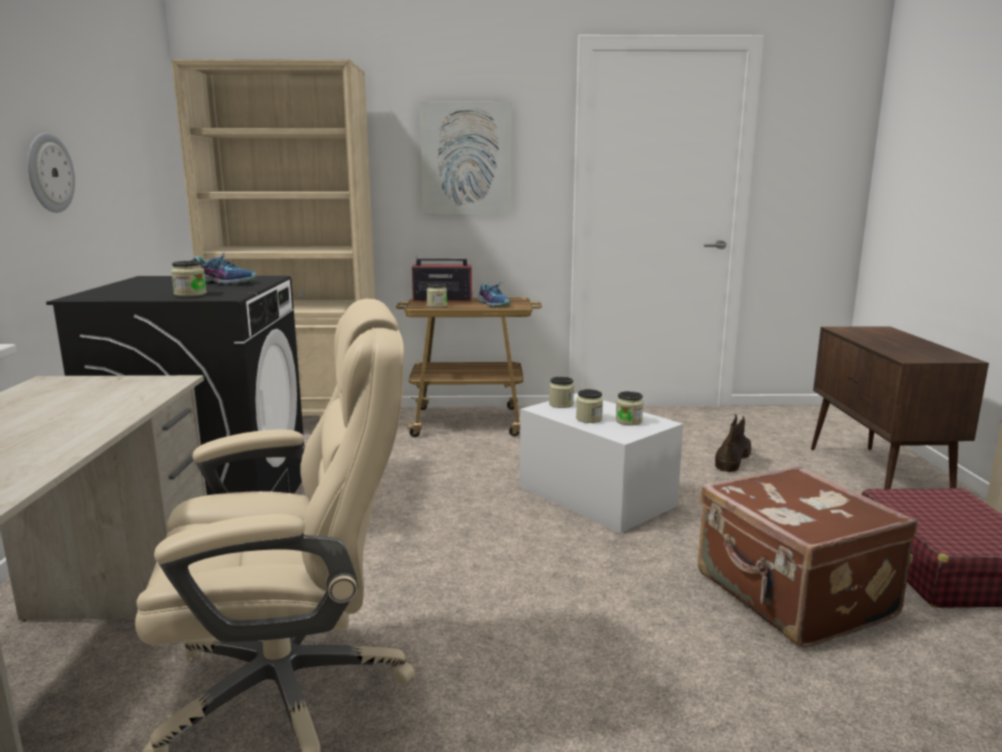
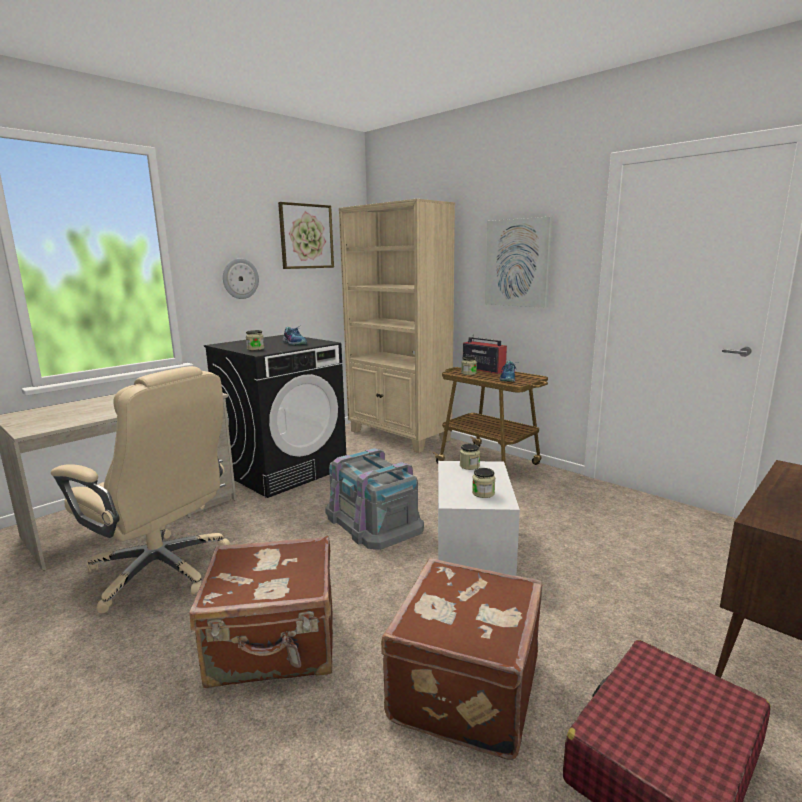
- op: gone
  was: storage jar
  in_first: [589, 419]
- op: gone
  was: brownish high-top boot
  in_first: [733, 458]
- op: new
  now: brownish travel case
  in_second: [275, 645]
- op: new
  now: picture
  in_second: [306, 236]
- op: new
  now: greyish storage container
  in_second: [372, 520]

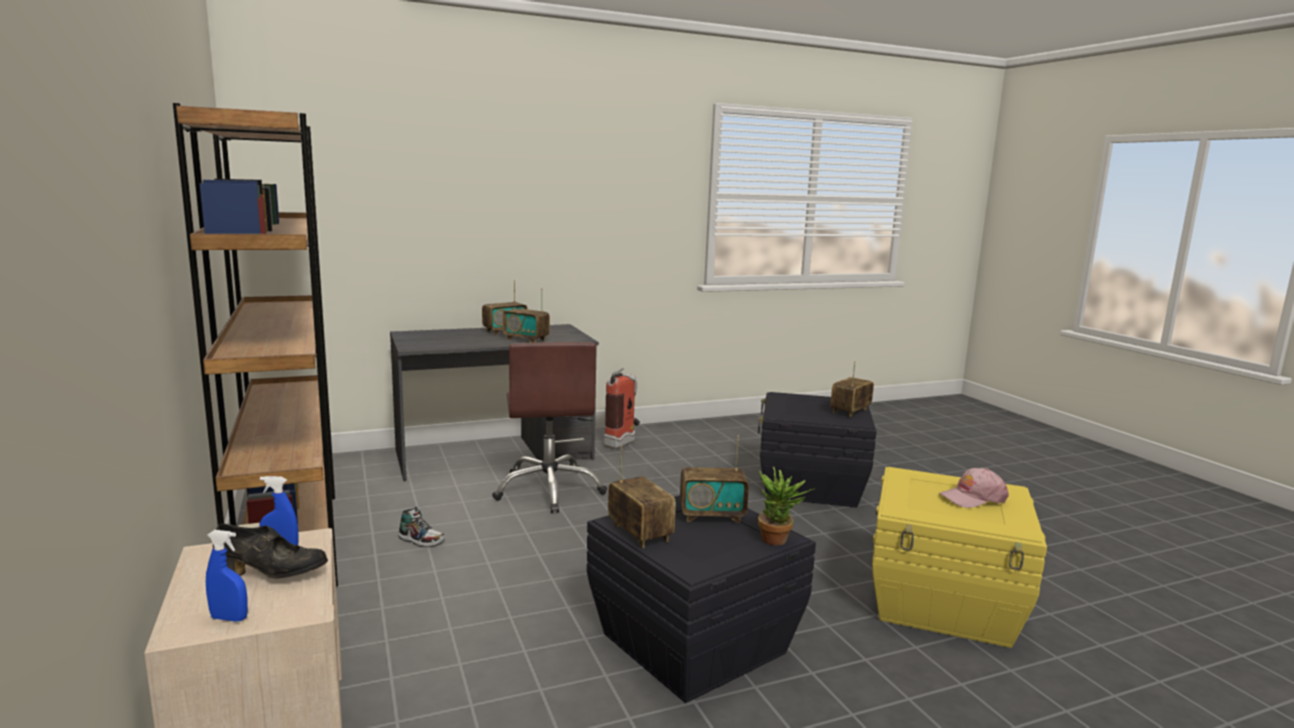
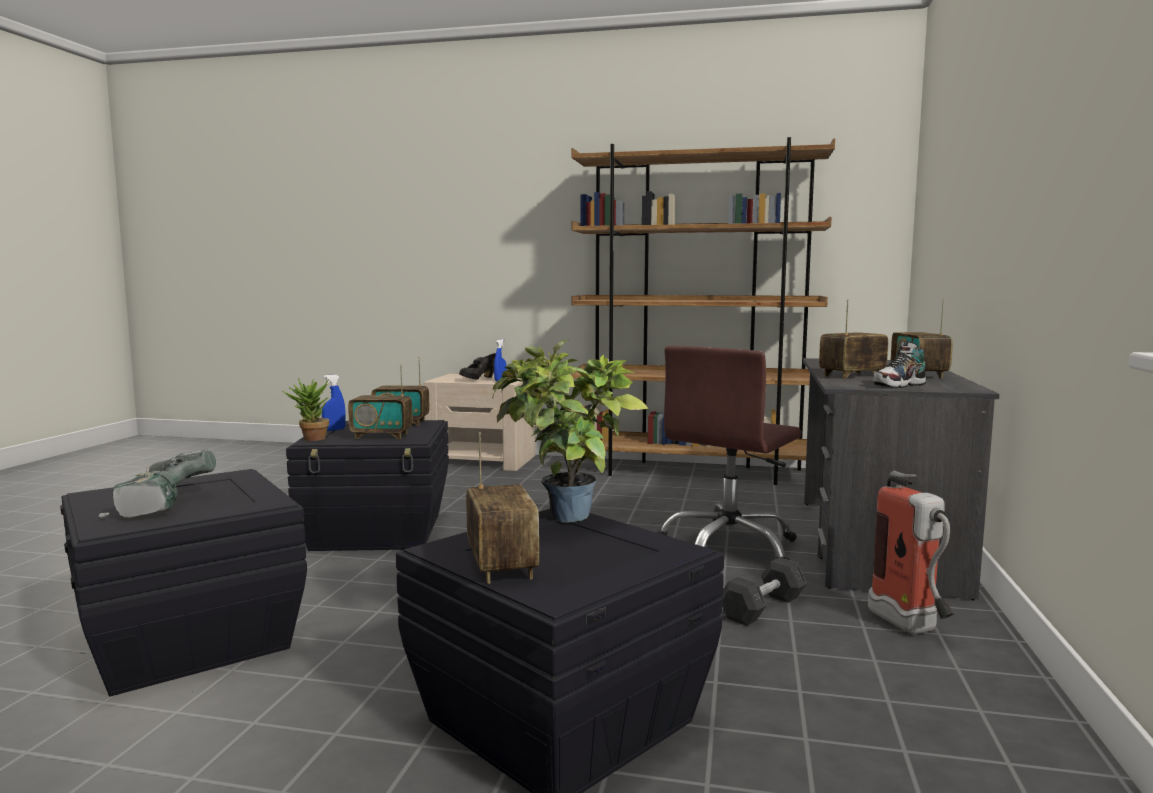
- op: shifted
  was: blue spray bottle
  in_first: [229, 618]
  in_second: [334, 430]
- op: shifted
  was: low shoe
  in_first: [421, 540]
  in_second: [899, 385]
- op: rotated
  was: brownish office chair
  in_first: [549, 489]
  in_second: [729, 547]
  clockwise: -75
- op: rotated
  was: radio receiver
  in_first: [712, 515]
  in_second: [381, 436]
  clockwise: -120
- op: repainted
  was: yellow-coloured storage container
  now: black storage container
  in_first: [944, 604]
  in_second: [187, 640]
- op: swapped
  was: pinkish baseball cap
  now: drill
  in_first: [973, 498]
  in_second: [158, 504]
- op: new
  now: potted plant
  in_second: [564, 520]
- op: new
  now: greyish hand weight
  in_second: [763, 608]

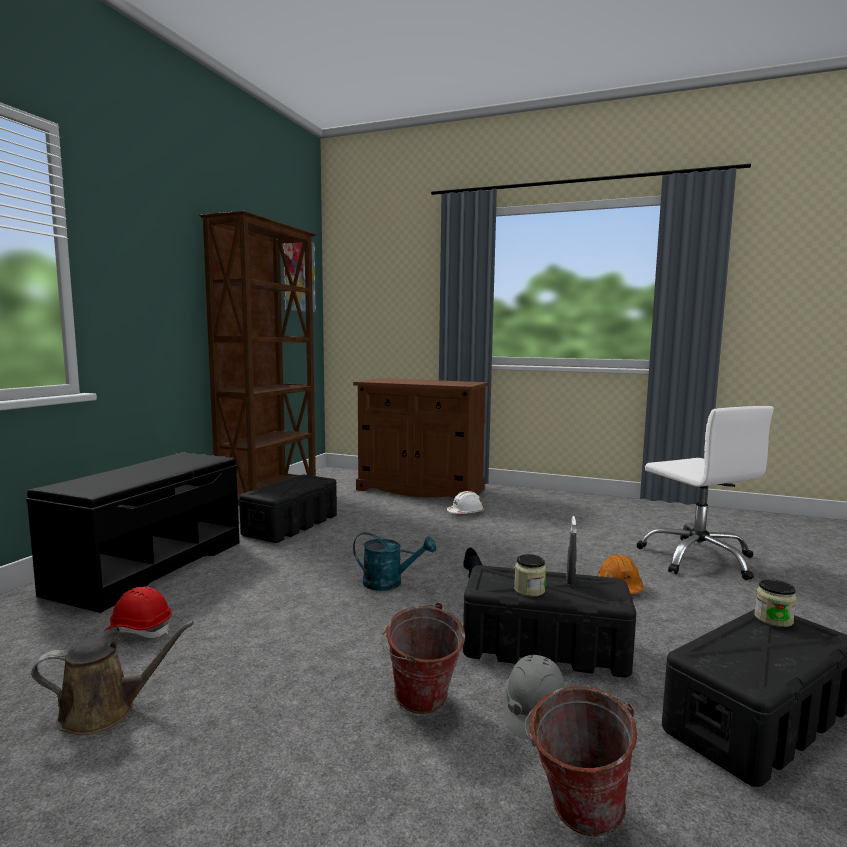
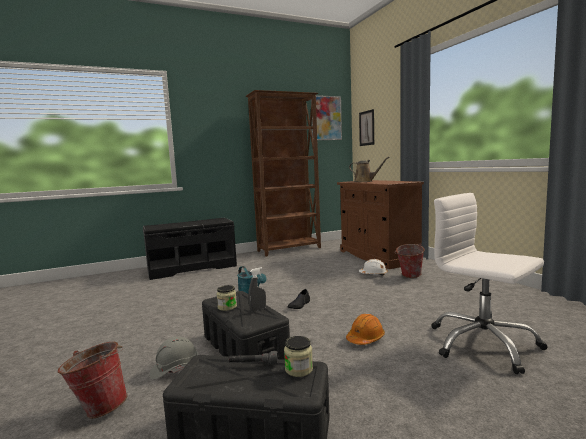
- op: shifted
  was: brownish watering pot
  in_first: [105, 711]
  in_second: [365, 181]
- op: gone
  was: reddish work helmet
  in_first: [139, 629]
- op: gone
  was: black storage container
  in_first: [291, 525]
- op: shifted
  was: pail
  in_first: [421, 706]
  in_second: [409, 276]
- op: rotated
  was: white office chair
  in_first: [698, 558]
  in_second: [482, 344]
  clockwise: 120
- op: new
  now: greyish flashlight
  in_second: [253, 363]
- op: new
  now: picture
  in_second: [367, 128]

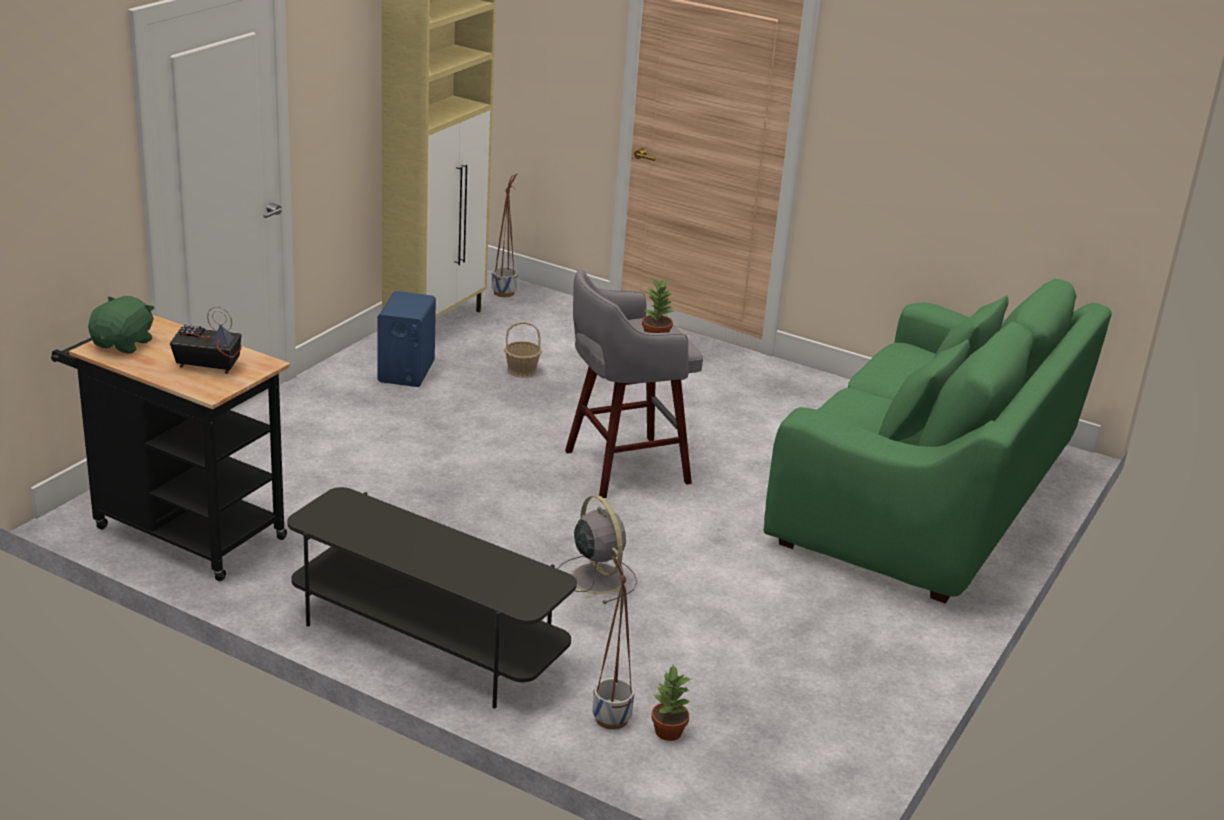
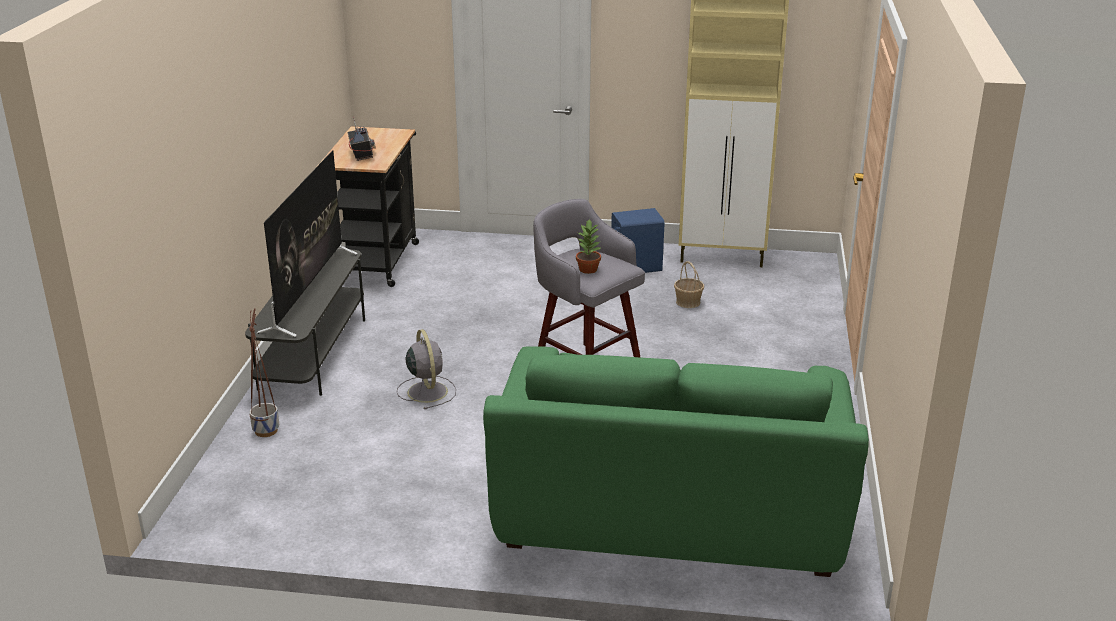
- op: gone
  was: greenish cuddly toy
  in_first: [124, 344]
- op: gone
  was: plant pot
  in_first: [503, 293]
- op: rotated
  was: greyish fan
  in_first: [596, 577]
  in_second: [427, 391]
  clockwise: -60
- op: gone
  was: potted plant
  in_first: [668, 732]
- op: new
  now: TV set
  in_second: [309, 291]

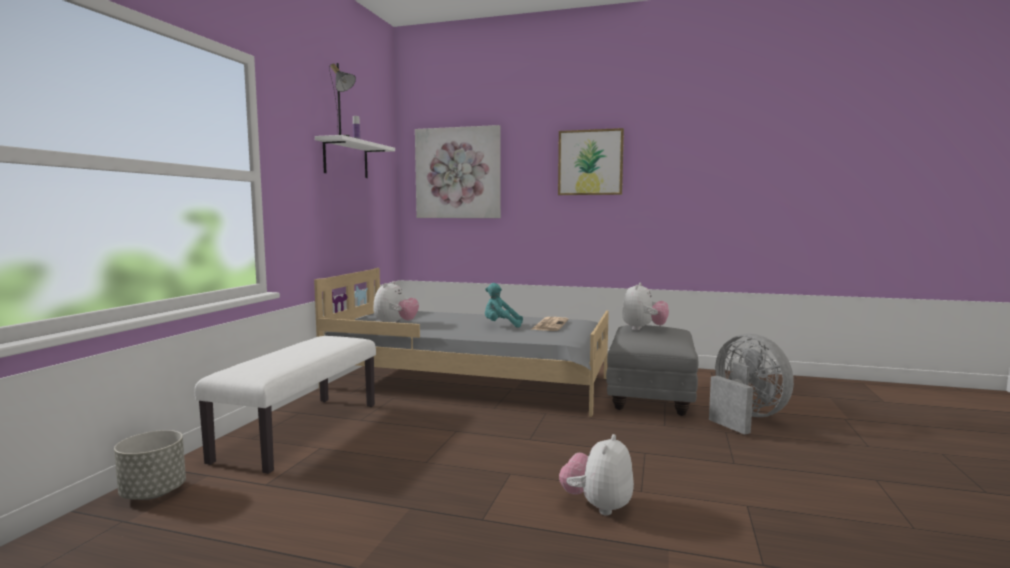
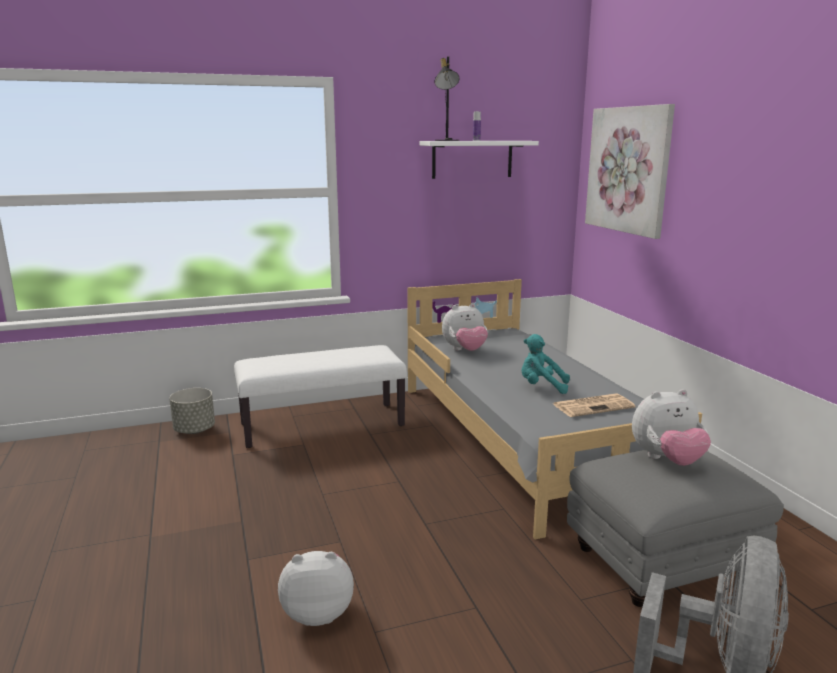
- op: rotated
  was: turquoise-coloured cuddly toy
  in_first: [501, 325]
  in_second: [541, 387]
  clockwise: -45
- op: gone
  was: picture
  in_first: [590, 162]

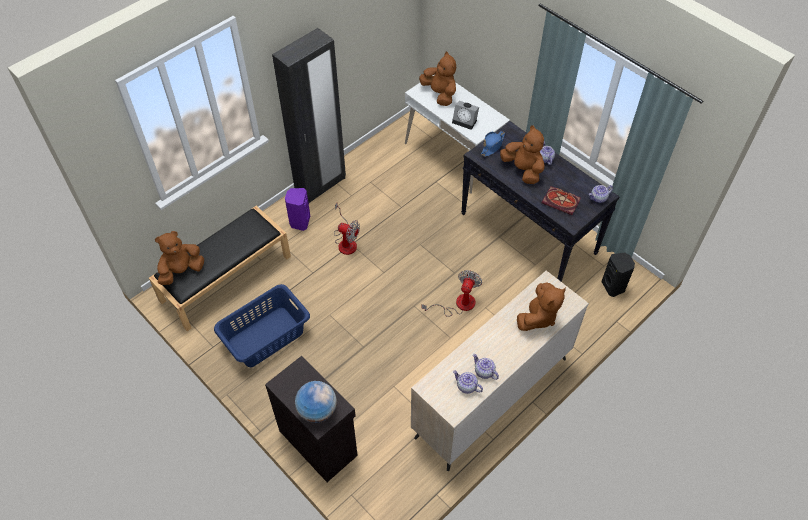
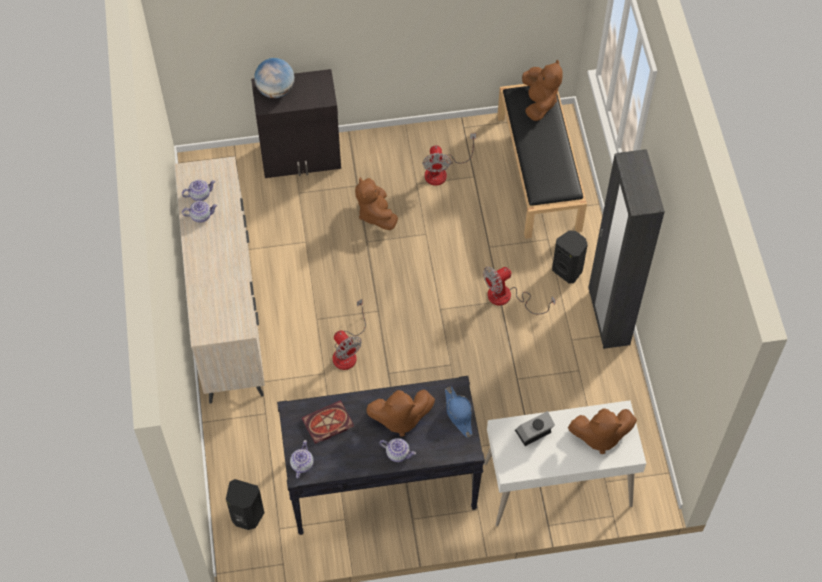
- op: swapped
  was: blue laundry basket
  now: fan
  in_first: [265, 337]
  in_second: [442, 171]
- op: repainted
  was: purple-coloured speaker
  now: black speaker
  in_first: [299, 222]
  in_second: [568, 270]
- op: shifted
  was: brownish cuddly toy
  in_first: [538, 317]
  in_second: [375, 214]

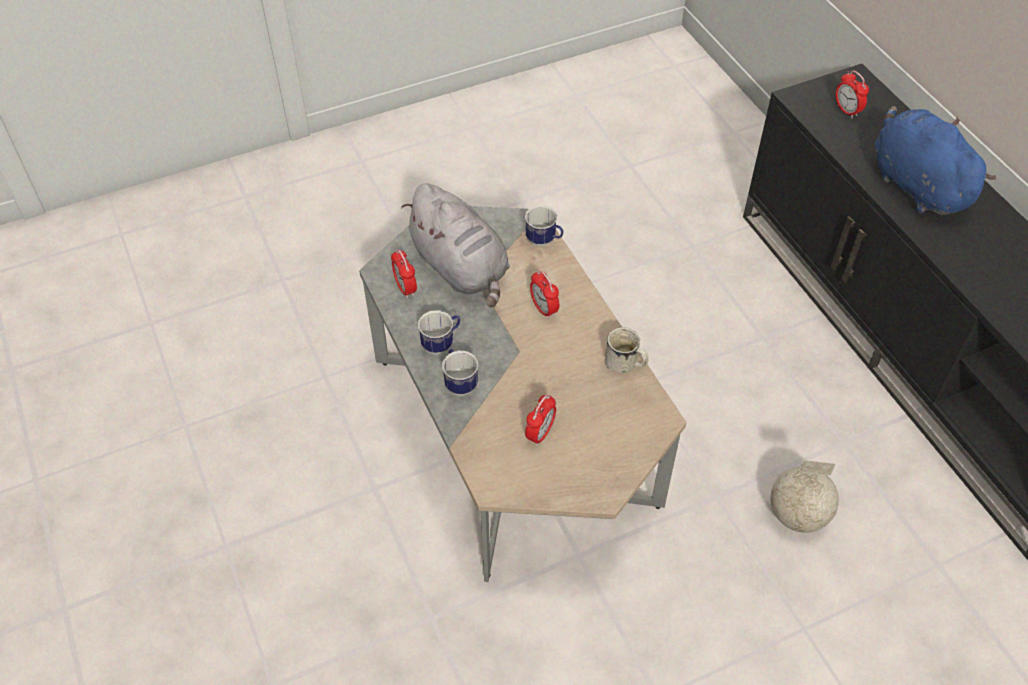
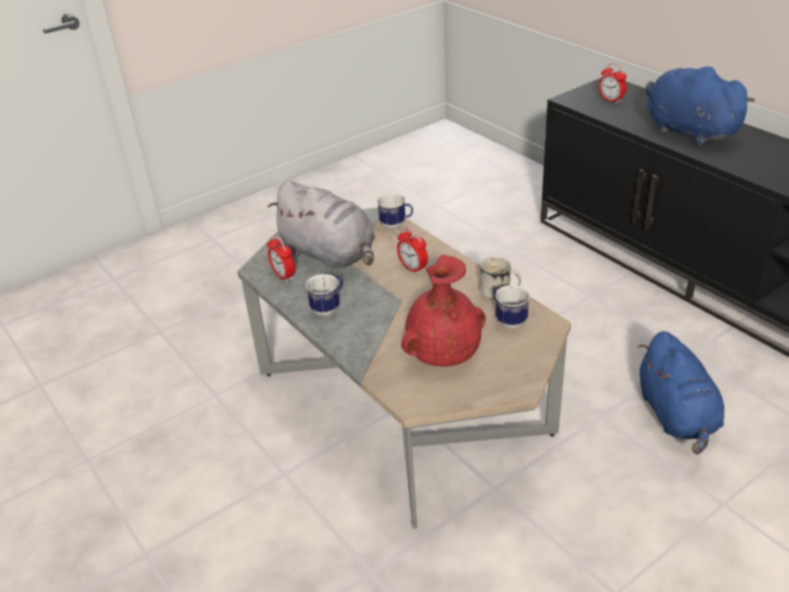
- op: shifted
  was: tea mug
  in_first: [459, 382]
  in_second: [508, 320]
- op: swapped
  was: alarm clock
  now: reddish vase
  in_first: [540, 434]
  in_second: [443, 355]
- op: swapped
  was: globe
  now: blue cuddly toy
  in_first: [798, 516]
  in_second: [677, 416]

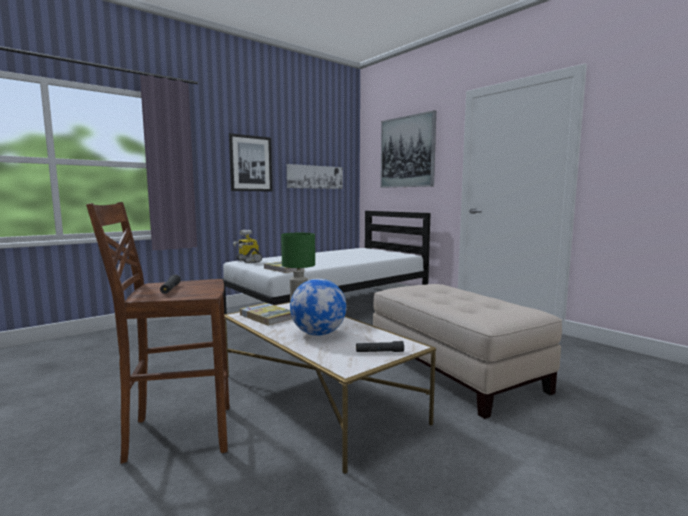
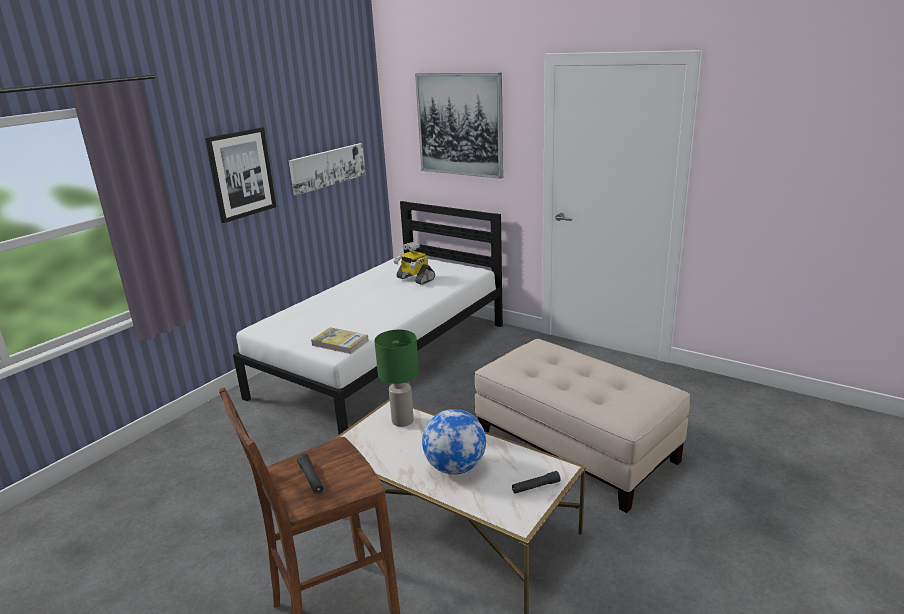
- op: shifted
  was: robot figure
  in_first: [248, 261]
  in_second: [415, 279]
- op: gone
  was: book
  in_first: [267, 316]

